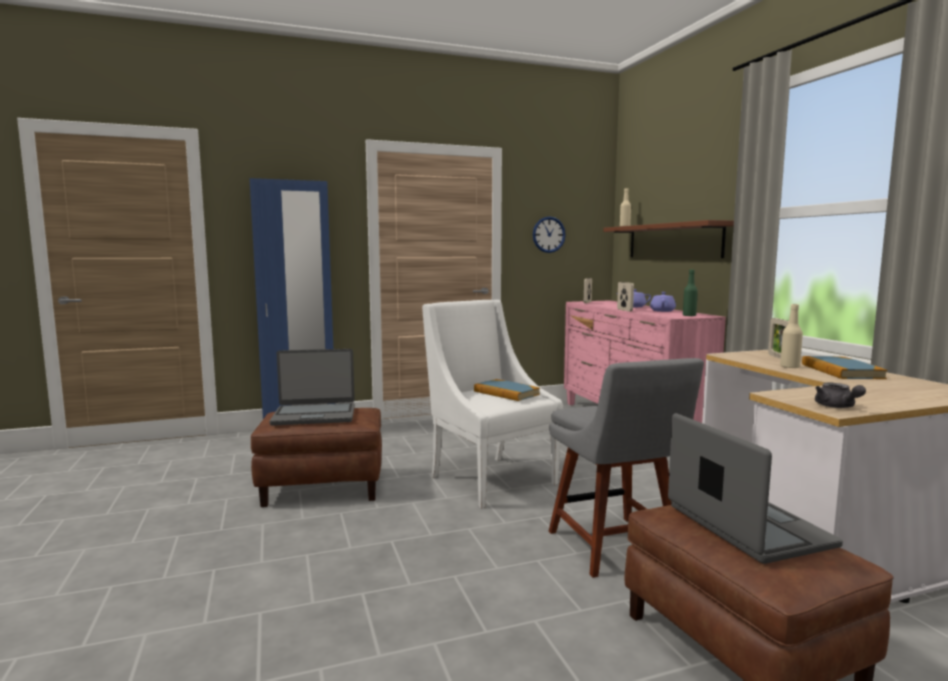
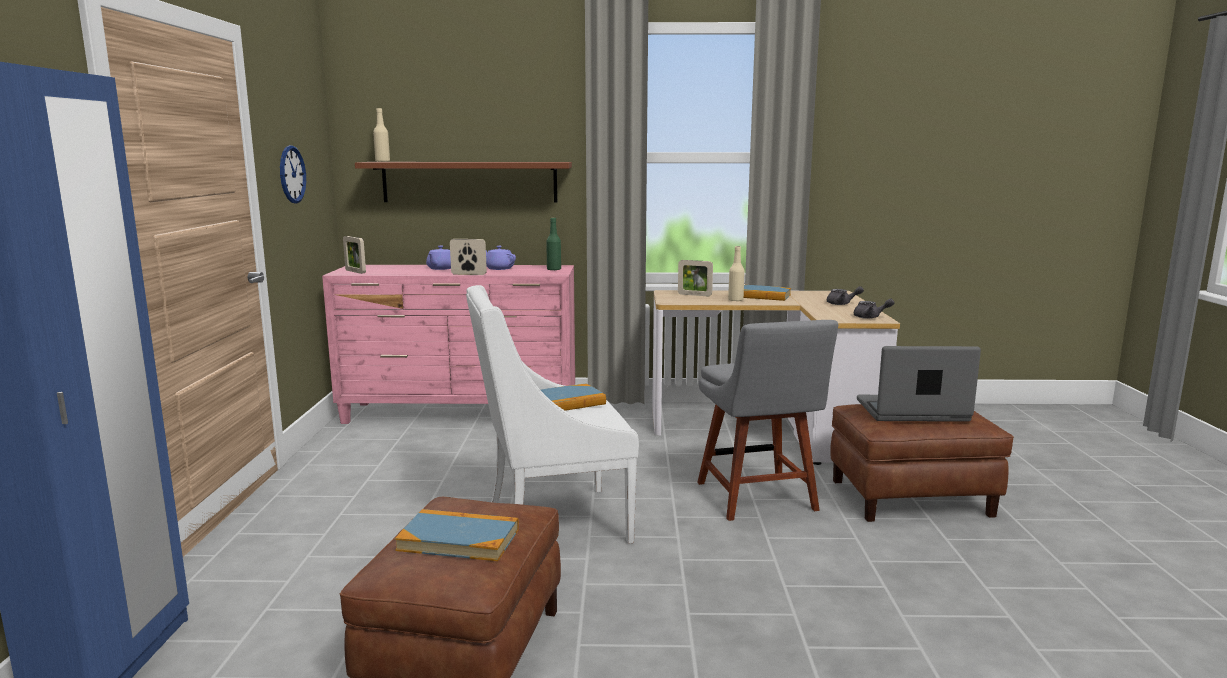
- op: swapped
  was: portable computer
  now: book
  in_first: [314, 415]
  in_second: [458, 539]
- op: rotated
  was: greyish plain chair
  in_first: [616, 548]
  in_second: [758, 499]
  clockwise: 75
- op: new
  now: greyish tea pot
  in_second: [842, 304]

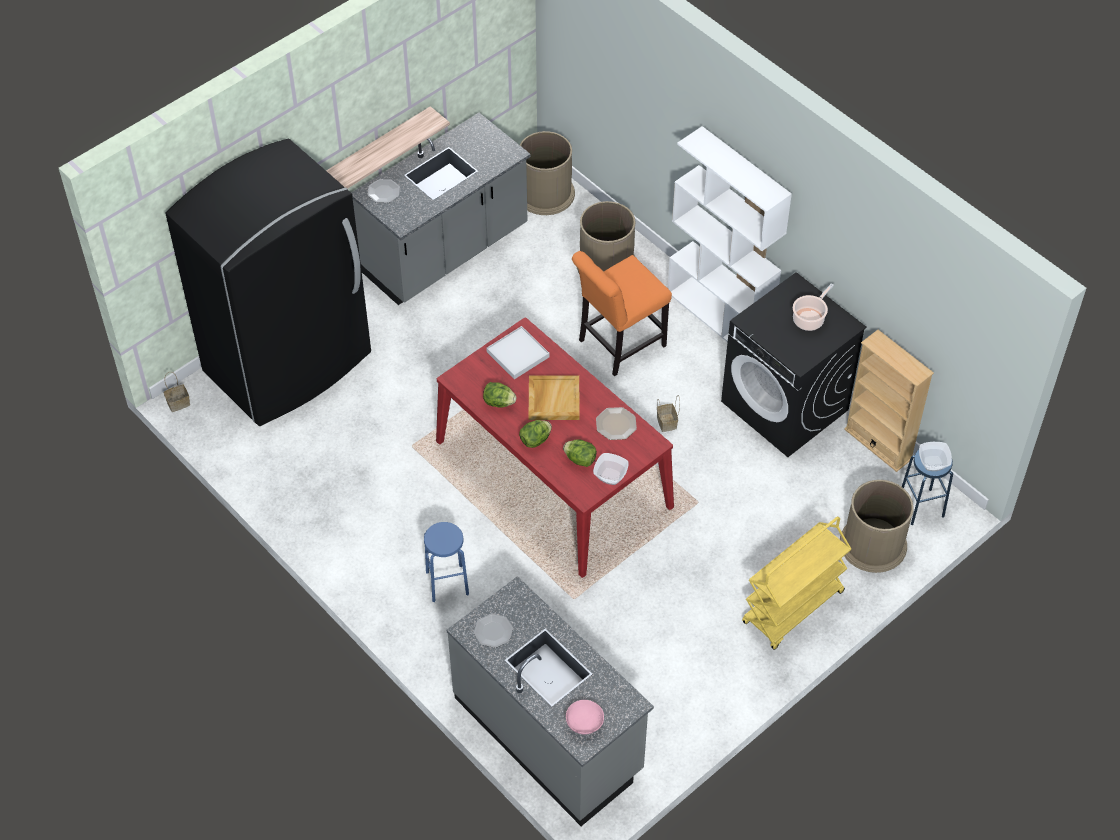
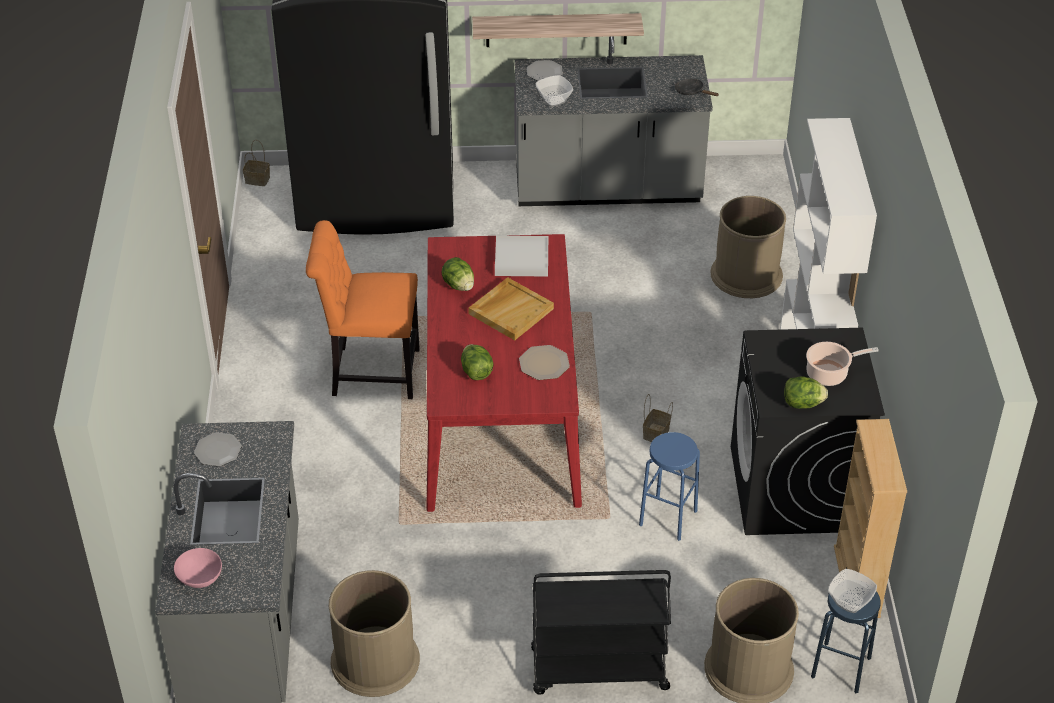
- op: shifted
  was: blue stool seat
  in_first: [447, 583]
  in_second: [668, 518]
- op: shifted
  was: lettuce
  in_first: [535, 440]
  in_second: [802, 403]
- op: shifted
  was: brownish rubbish bin
  in_first: [545, 193]
  in_second: [375, 660]
- op: shifted
  was: orange plain chair
  in_first: [618, 345]
  in_second: [370, 372]
- op: shifted
  was: serving bowl
  in_first: [610, 476]
  in_second: [554, 100]
- op: repainted
  was: yellow-coloured cart
  now: black cart
  in_first: [793, 608]
  in_second: [598, 670]
- op: new
  now: black pan
  in_second: [692, 92]

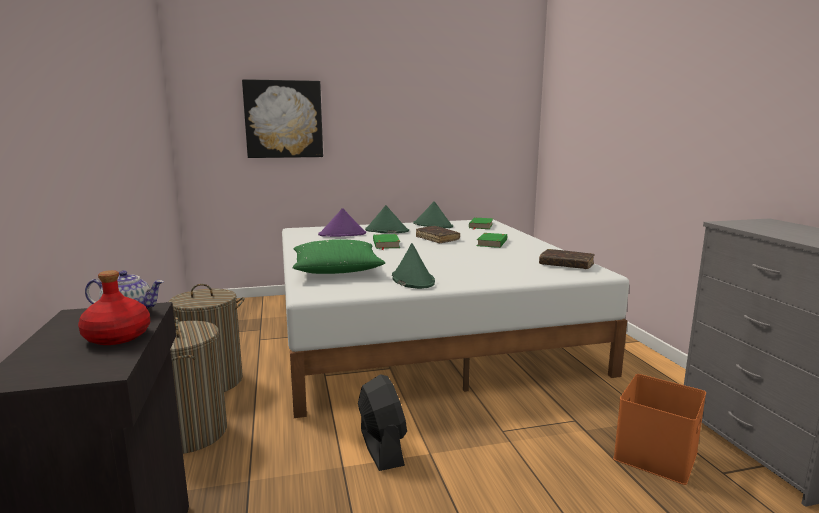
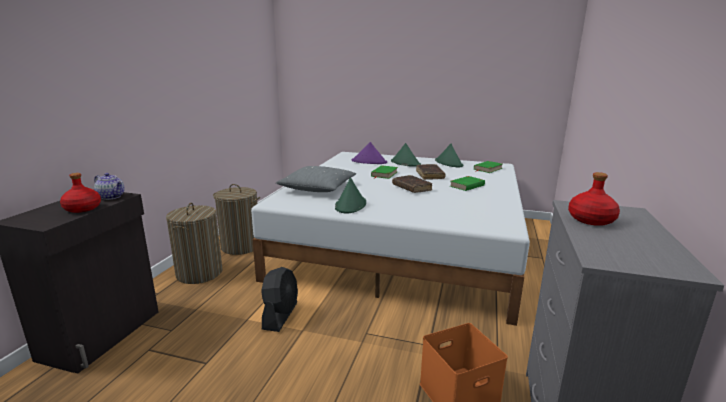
- op: gone
  was: picture
  in_first: [283, 119]
- op: repainted
  was: greenish throw pillow
  now: greyish throw pillow
  in_first: [336, 269]
  in_second: [318, 188]
- op: shifted
  was: brownish book
  in_first: [566, 265]
  in_second: [411, 188]
- op: new
  now: reddish beverage bottle
  in_second: [591, 219]

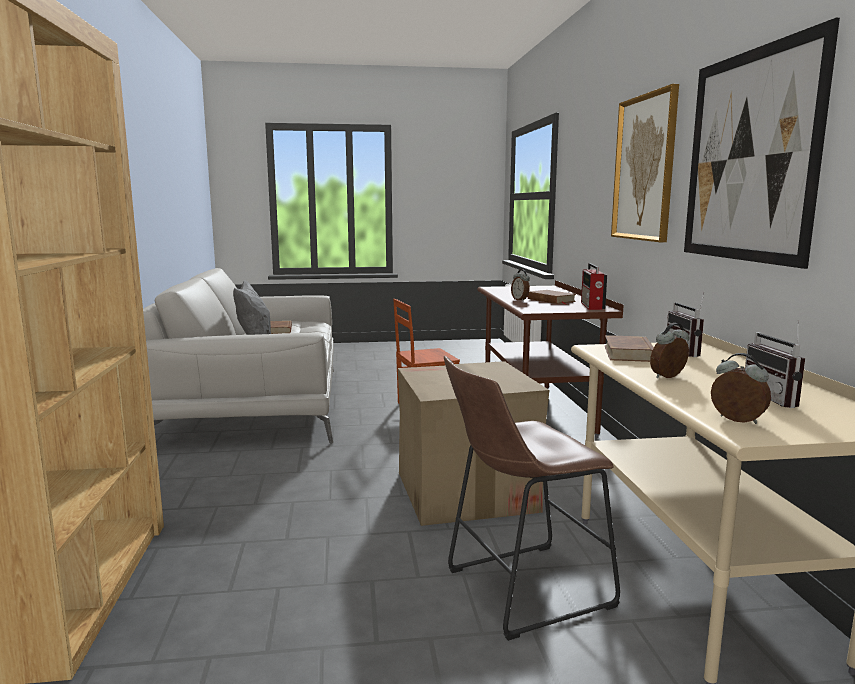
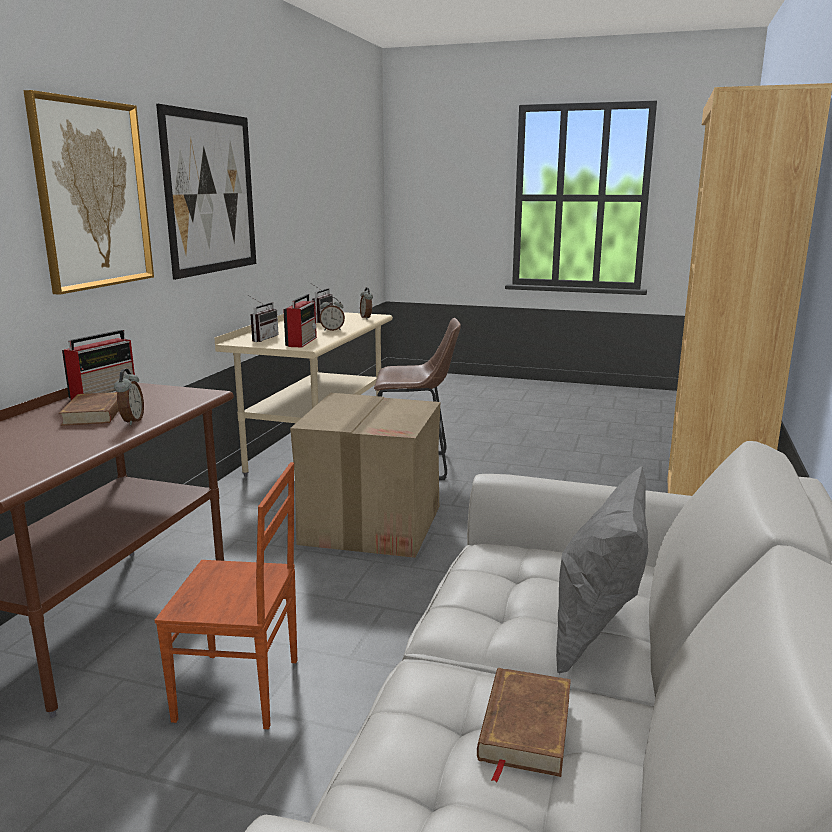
- op: swapped
  was: brownish book
  now: radio receiver
  in_first: [629, 353]
  in_second: [302, 342]

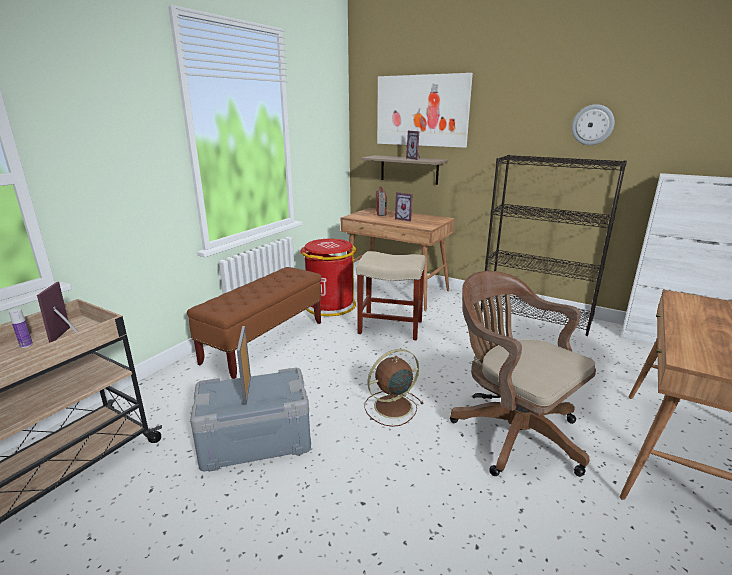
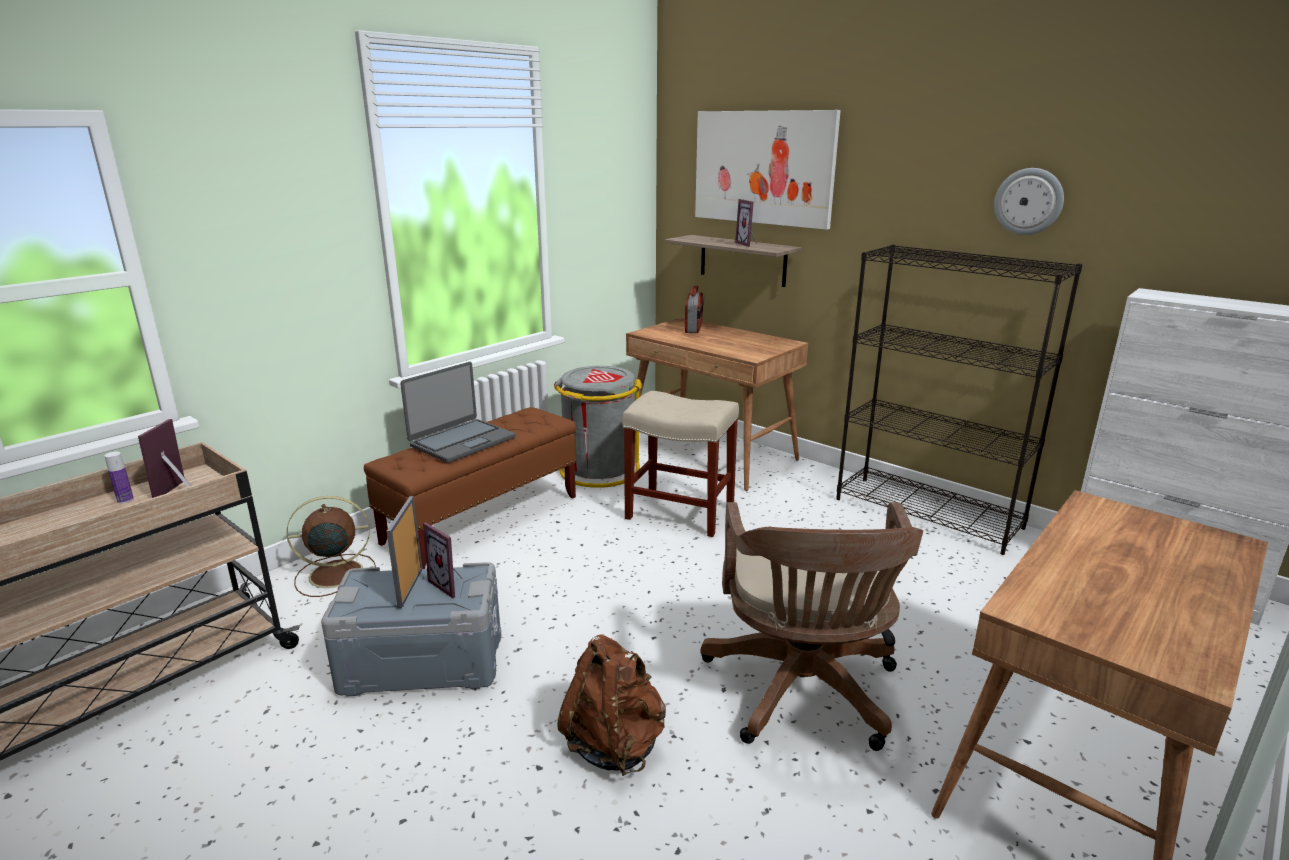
- op: repainted
  was: reddish rubbish bin
  now: greyish rubbish bin
  in_first: [330, 305]
  in_second: [599, 470]
- op: shifted
  was: brownish fan
  in_first: [391, 407]
  in_second: [333, 574]
- op: shifted
  was: picture frame
  in_first: [405, 219]
  in_second: [451, 584]
- op: rotated
  was: brownish office chair
  in_first: [511, 431]
  in_second: [803, 693]
  clockwise: -150
- op: new
  now: portable computer
  in_second: [462, 441]
- op: new
  now: brownish rucksack
  in_second: [615, 744]

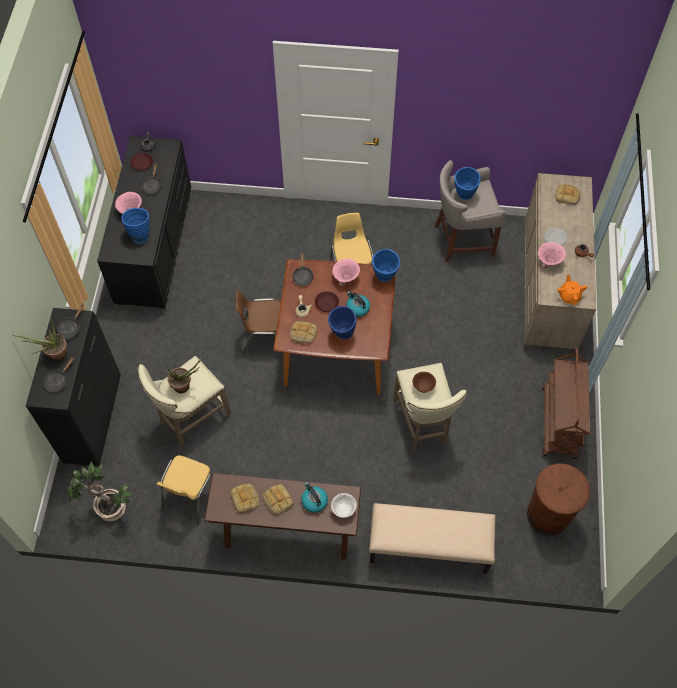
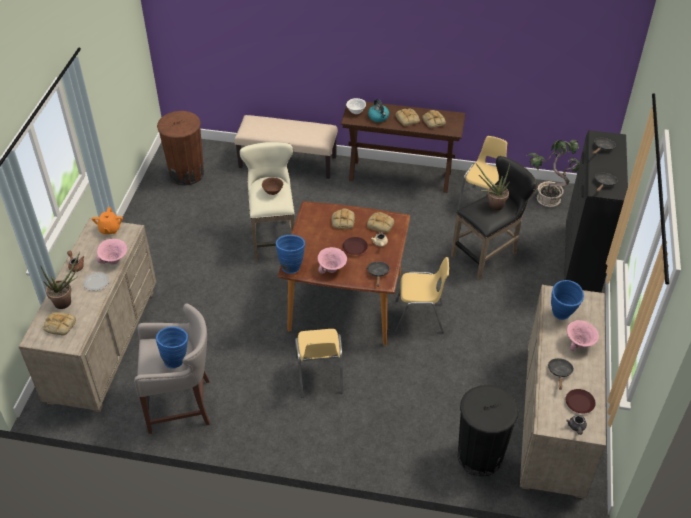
- op: shifted
  was: potted plant
  in_first: [55, 356]
  in_second: [66, 302]
- op: repainted
  was: black drawer chest
  now: beige-coloured drawer chest
  in_first: [155, 248]
  in_second: [553, 420]
- op: repainted
  was: beige-coloured stool seat
  now: black stool seat
  in_first: [191, 419]
  in_second: [488, 254]
- op: repainted
  was: brownish plain chair
  now: yellow-coloured plain chair
  in_first: [264, 337]
  in_second: [419, 317]
- op: swapped
  was: blue vase
  now: baked bread
  in_first: [342, 335]
  in_second: [342, 221]
- op: gone
  was: water kettle
  in_first: [357, 308]
- op: gone
  was: brownish cart
  in_first: [559, 422]
- op: new
  now: black rubbish bin
  in_second: [479, 456]

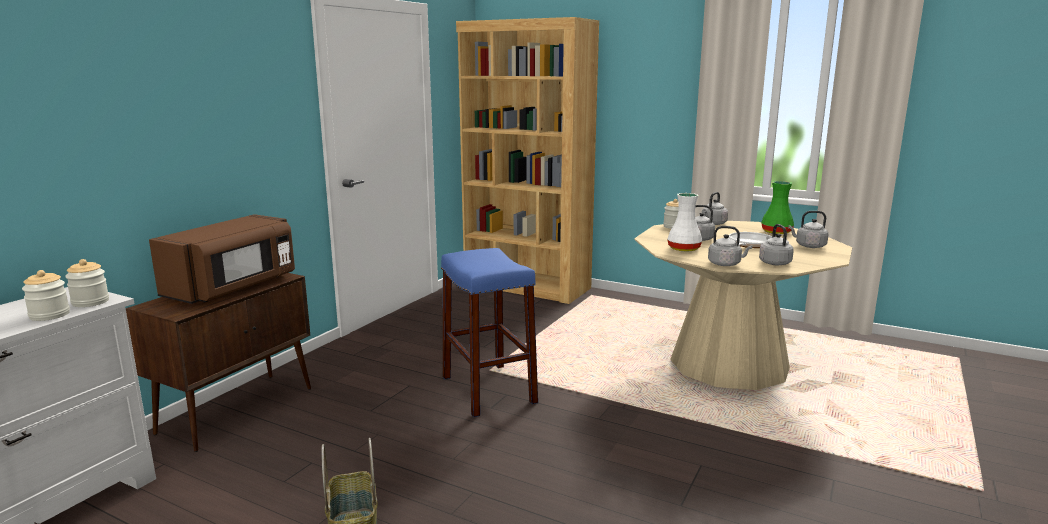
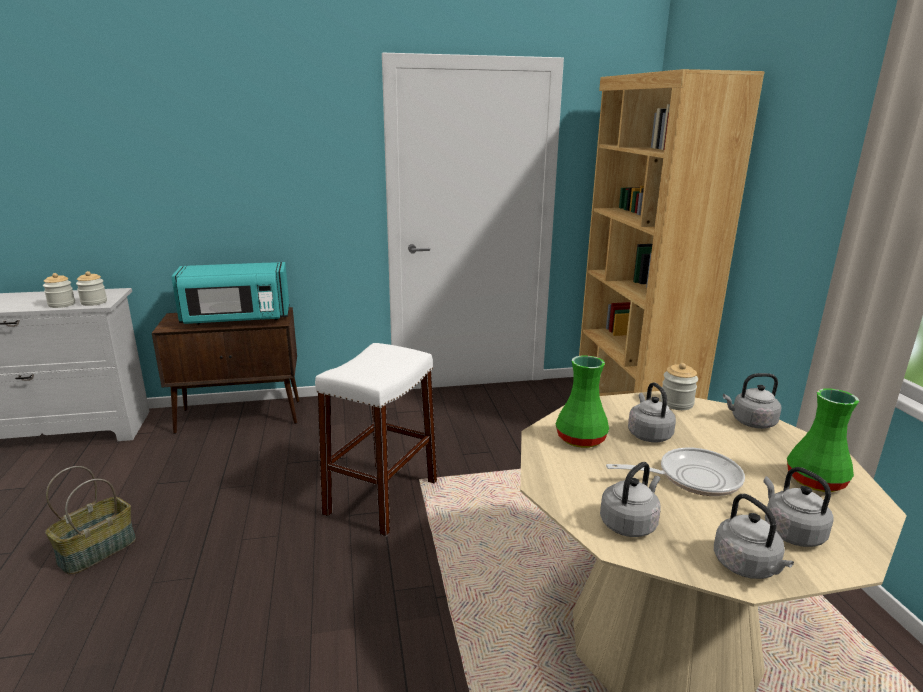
- op: repainted
  was: brownish kitchen microwave
  now: turquoise-coloured kitchen microwave
  in_first: [233, 287]
  in_second: [236, 319]
- op: repainted
  was: blue stool seat
  now: white stool seat
  in_first: [488, 389]
  in_second: [381, 497]
- op: repainted
  was: white vase
  now: greenish vase
  in_first: [683, 249]
  in_second: [580, 438]
- op: shifted
  was: greyish water kettle
  in_first: [726, 264]
  in_second: [747, 567]

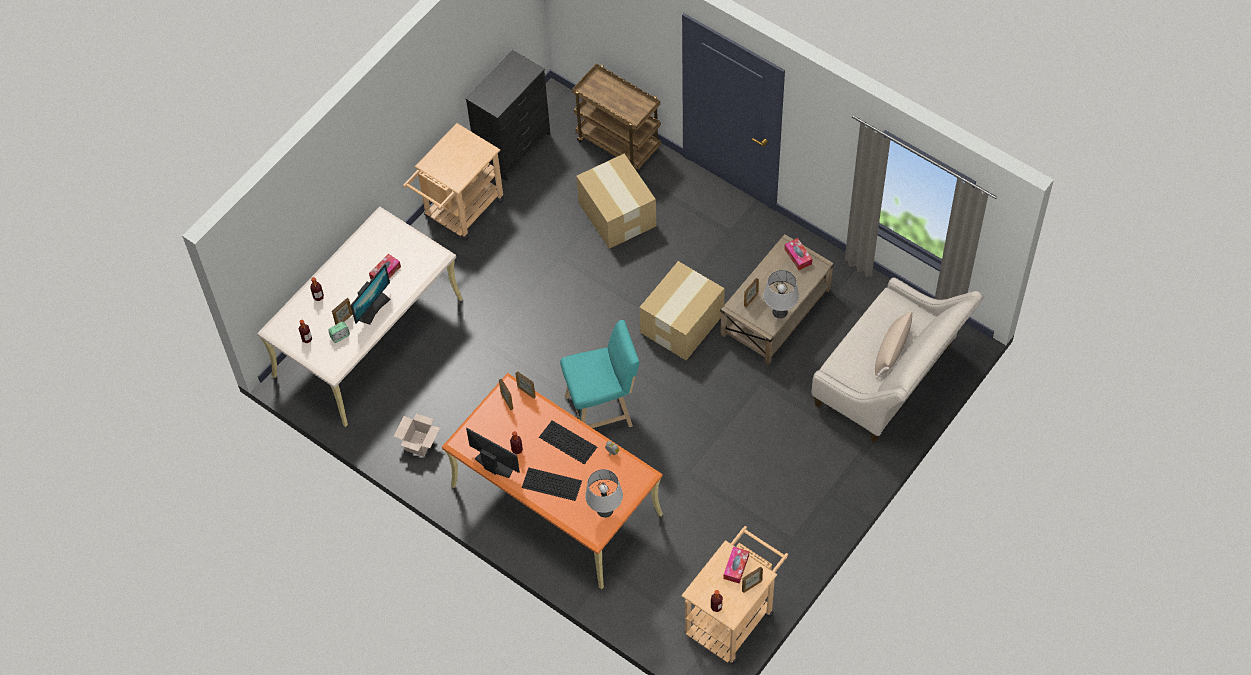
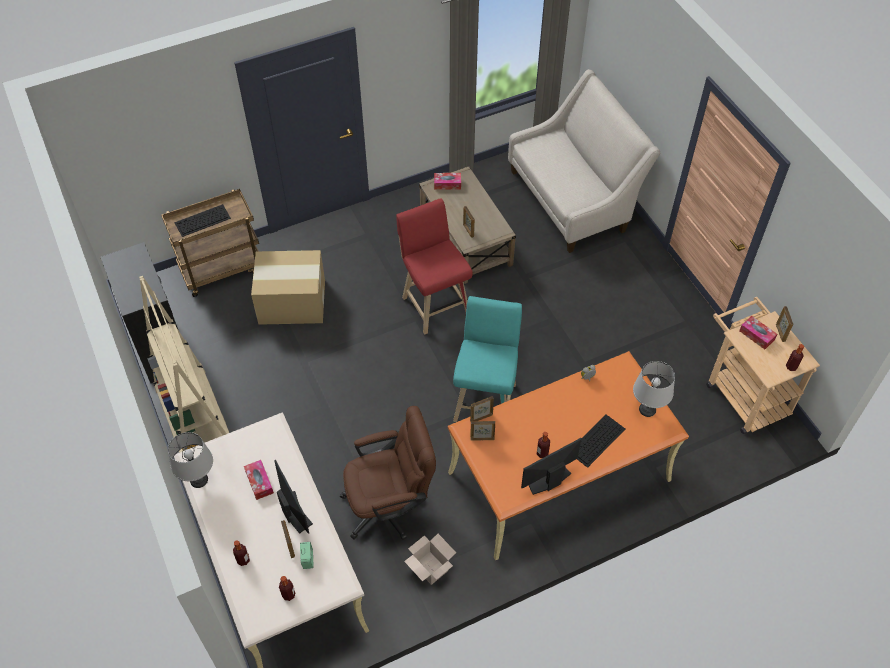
- op: swapped
  was: beige-coloured cart
  now: beige-coloured bookcase
  in_first: [459, 213]
  in_second: [196, 420]
- op: shifted
  was: keyboard
  in_first: [567, 442]
  in_second: [202, 221]
- op: swapped
  was: packing box
  now: reddish stool seat
  in_first: [683, 323]
  in_second: [434, 303]
- op: shifted
  was: greyish lamp for a table
  in_first: [780, 311]
  in_second: [199, 479]
- op: gone
  was: beige-coloured throw pillow
  in_first: [891, 351]
- op: new
  now: brownish office chair
  in_second: [390, 506]

